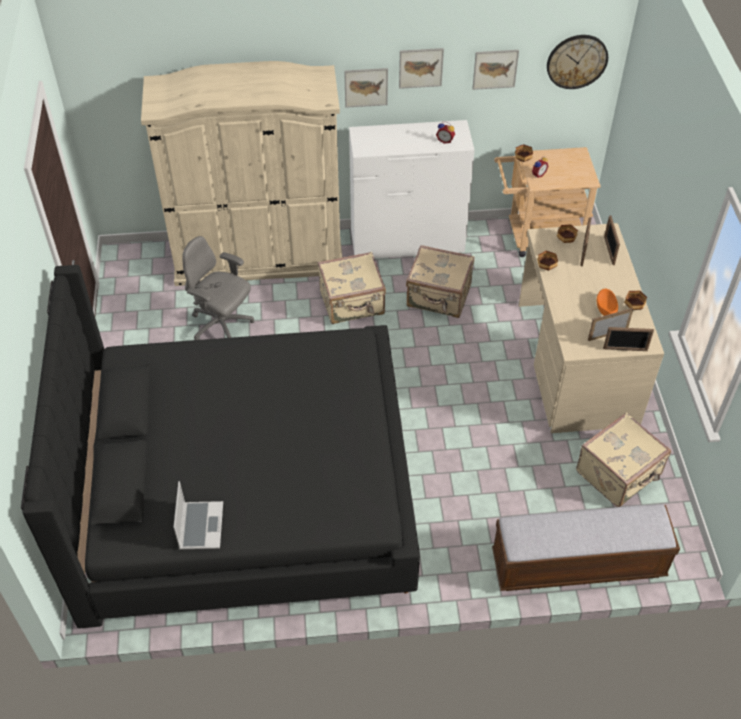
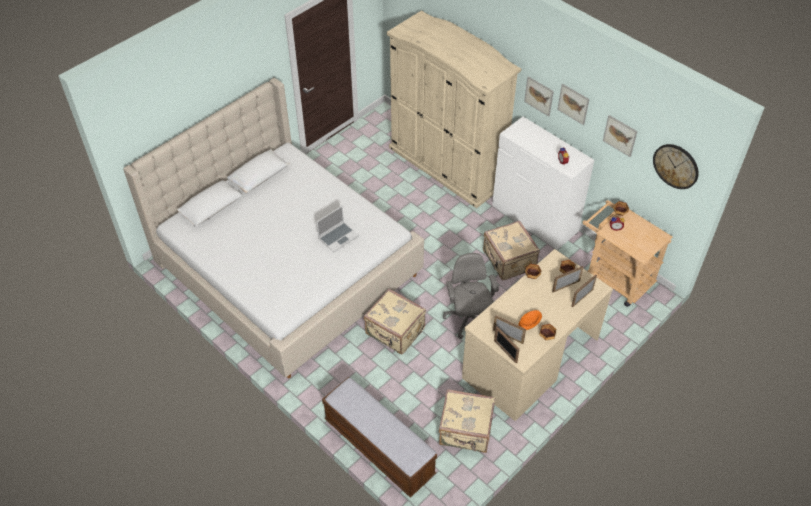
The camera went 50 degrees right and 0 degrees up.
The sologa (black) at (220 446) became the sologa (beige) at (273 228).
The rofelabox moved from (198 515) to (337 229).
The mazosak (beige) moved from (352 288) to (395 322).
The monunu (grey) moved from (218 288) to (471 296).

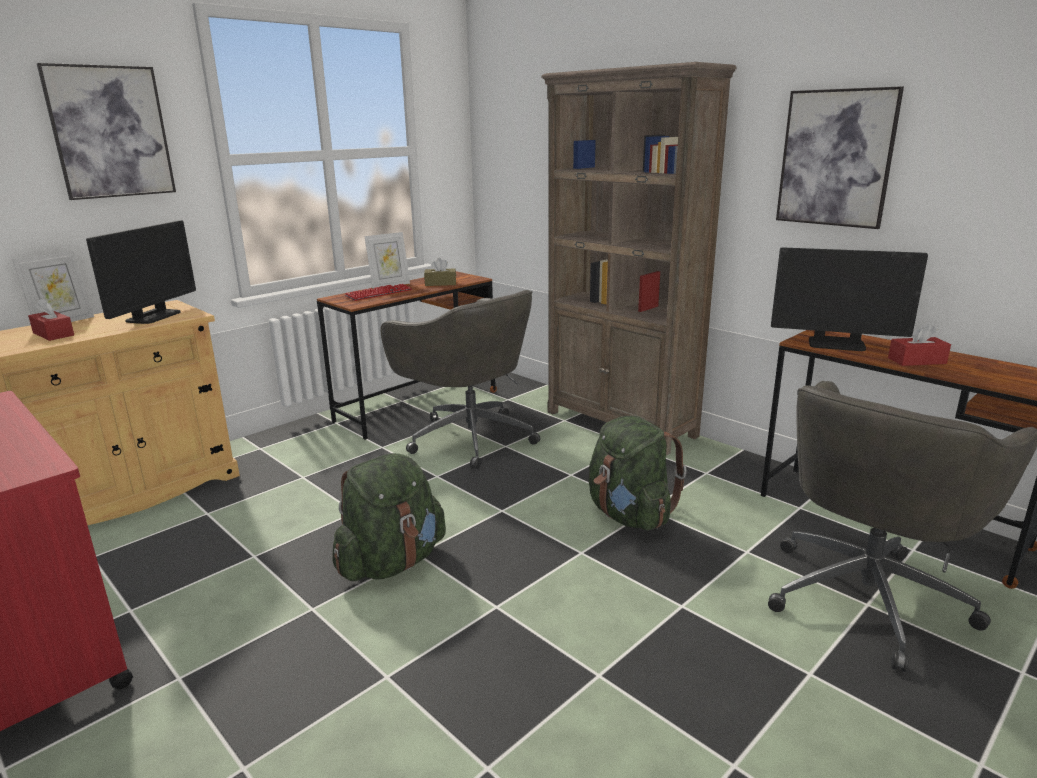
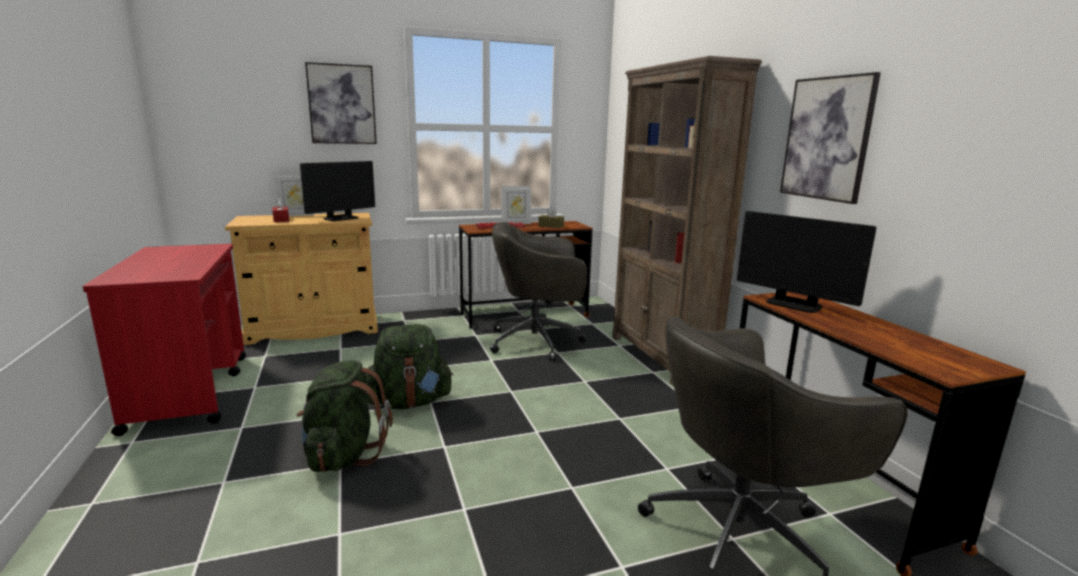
The camera went 25 degrees right and 5 degrees down.
The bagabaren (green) moved from (638 473) to (344 416).
The monunu (grey) at (460 379) turned 105 degrees clockwise.
The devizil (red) at (919 344) disappeared.

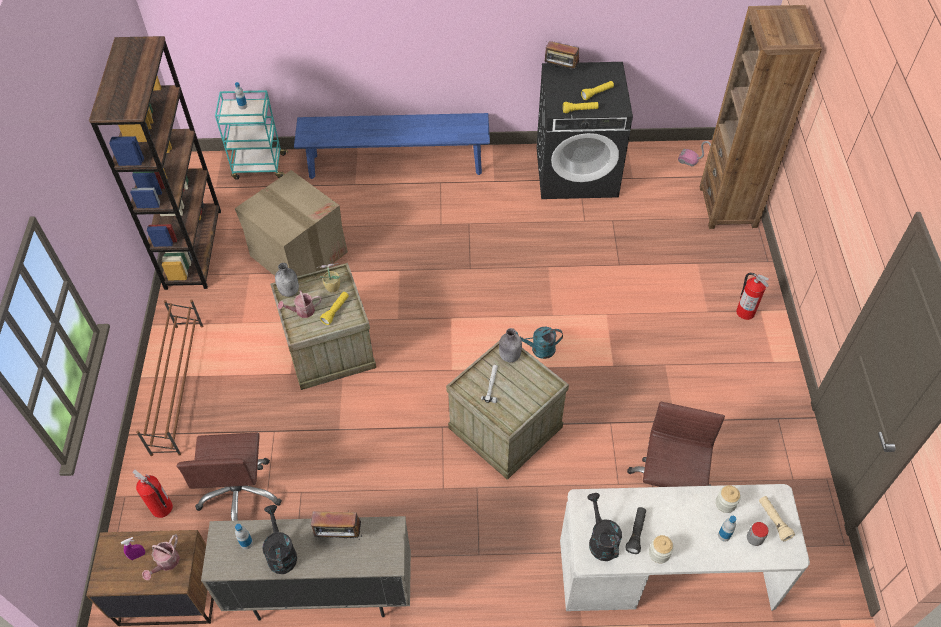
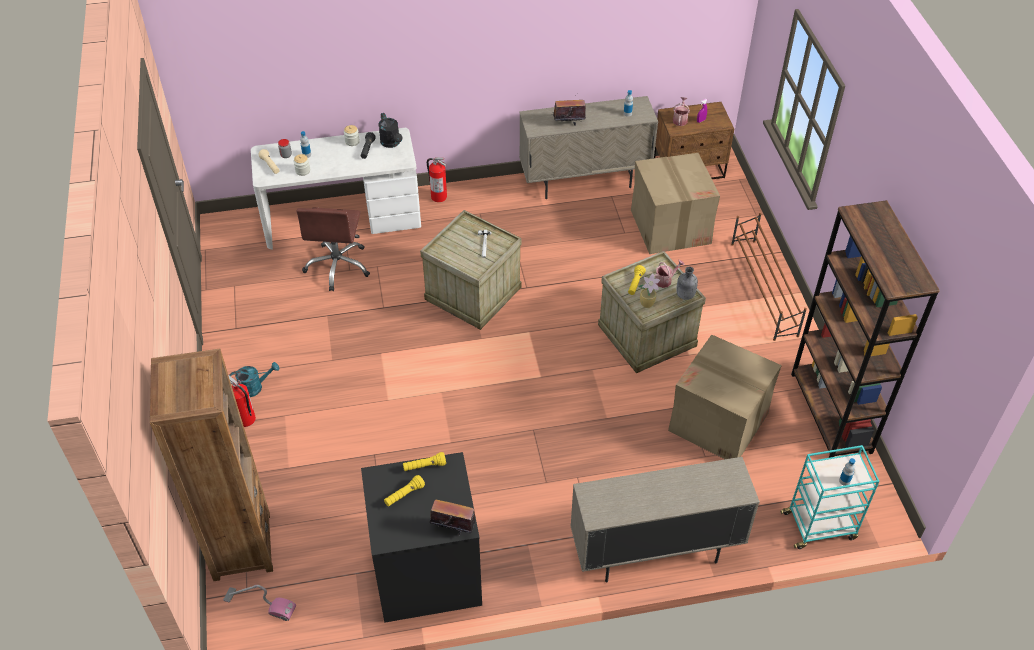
The camera went 170 degrees right and 5 degrees down.
The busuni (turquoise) moved from (539 342) to (254 379).
The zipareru moved from (152 493) to (437 179).
The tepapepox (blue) at (392 146) was replaced by the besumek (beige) at (665 519).
The monunu (brown) at (229 477) was replaced by the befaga at (675 203).
The busuni (black) at (279 539) disappeared.
The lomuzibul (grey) at (510 345) disappeared.

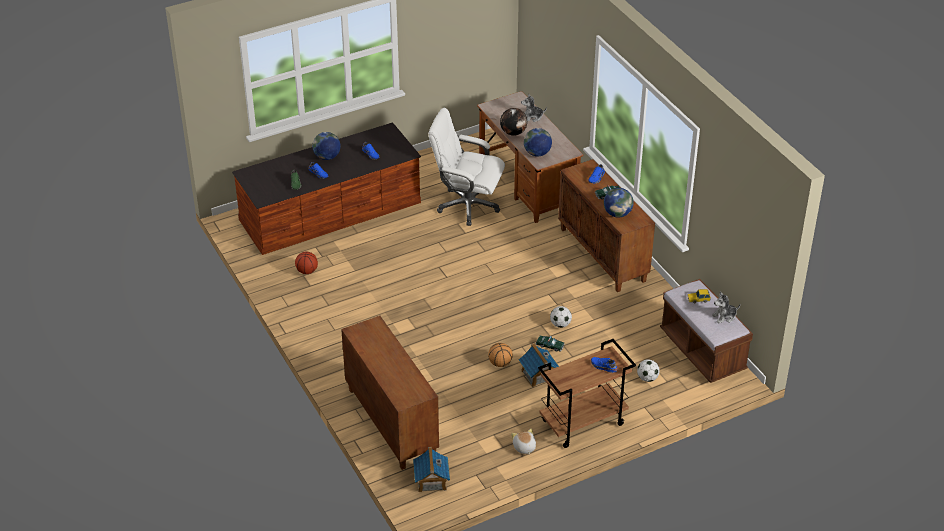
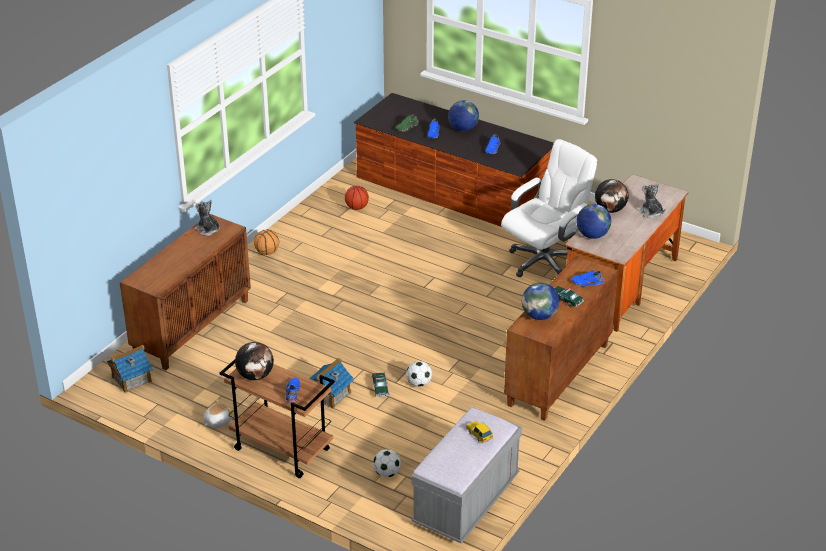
The camera went 60 degrees right and 5 degrees down.
The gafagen moved from (726 307) to (207 218).
The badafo at (254 361) appeared.
The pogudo moved from (500 355) to (266 242).
The tepapepox (brown) at (706 331) became the tepapepox (grey) at (466 475).
The monunu (white) at (466 167) turned 60 degrees clockwise.

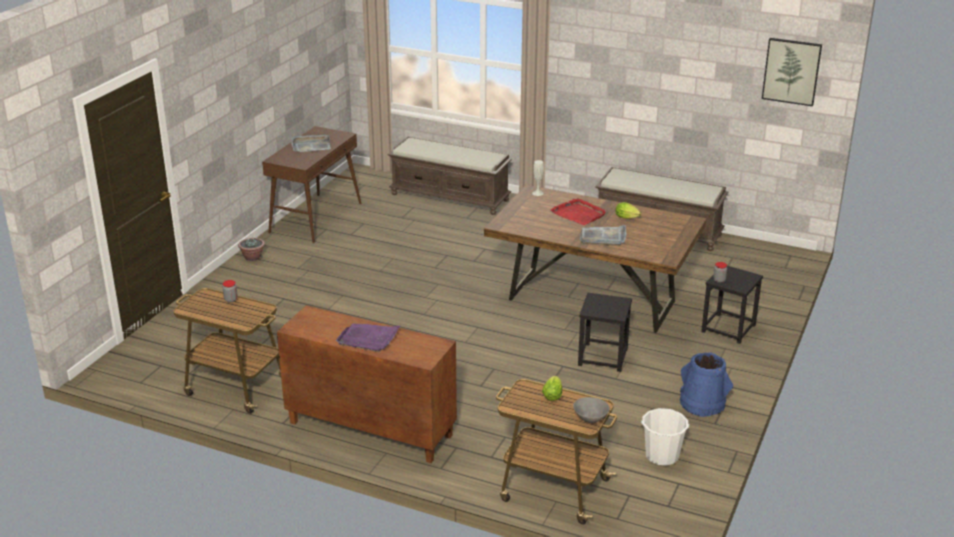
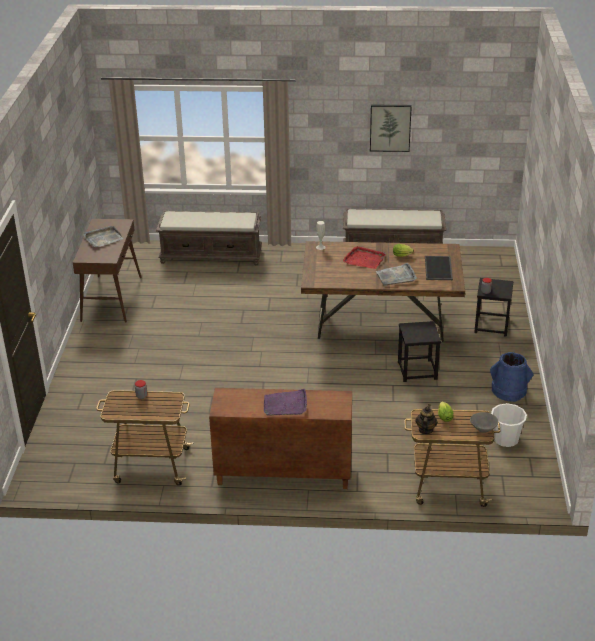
The camera went 20 degrees left and 5 degrees up.
The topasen moved from (792 72) to (391 128).
The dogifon at (426 419) appeared.
The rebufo at (439 268) appeared.
The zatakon at (251 249) disappeared.

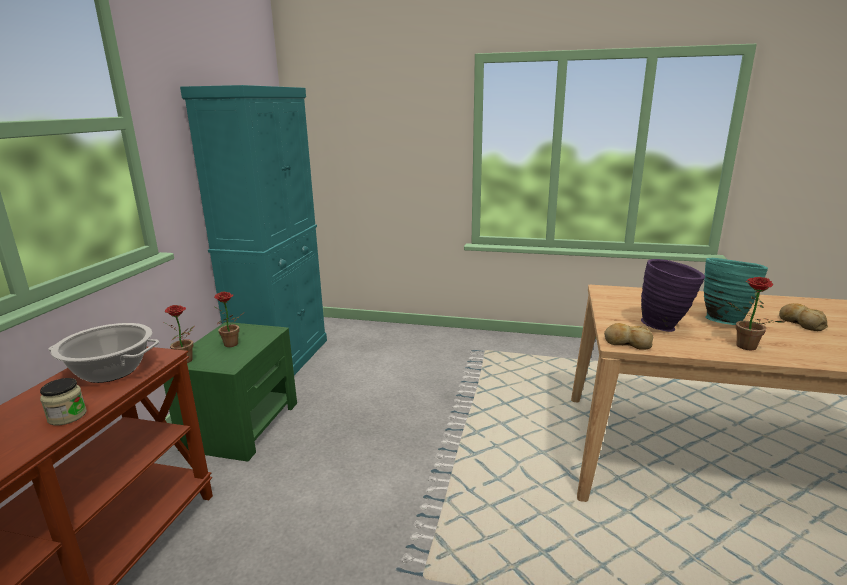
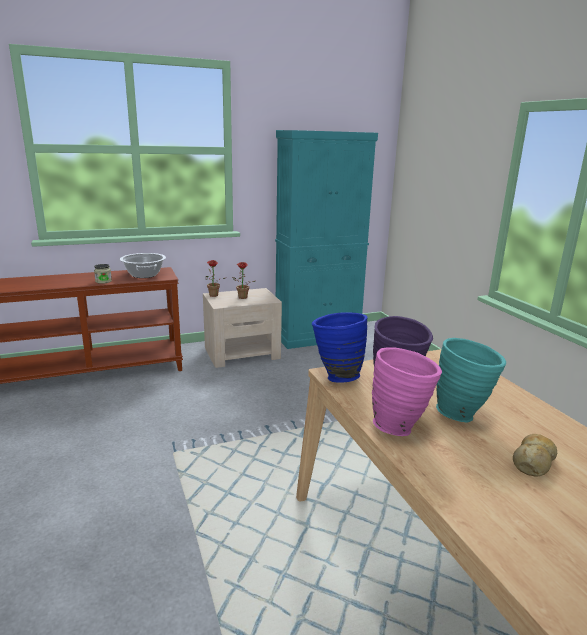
The camera went 55 degrees right and 0 degrees up.
The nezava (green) at (230 391) became the nezava (beige) at (242 328).
The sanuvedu at (628 336) was replaced by the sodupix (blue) at (339 347).
The zatakon at (755 313) was replaced by the sodupix (pink) at (407 392).

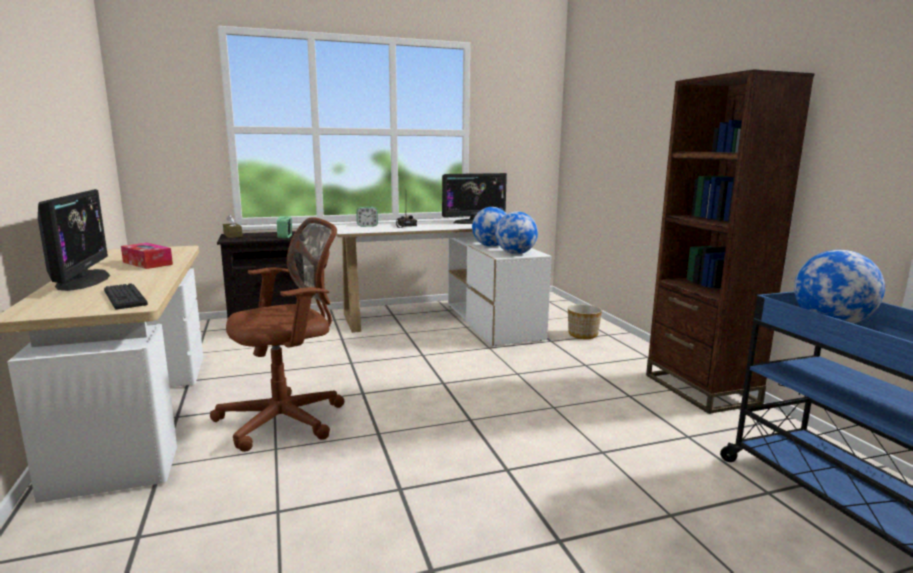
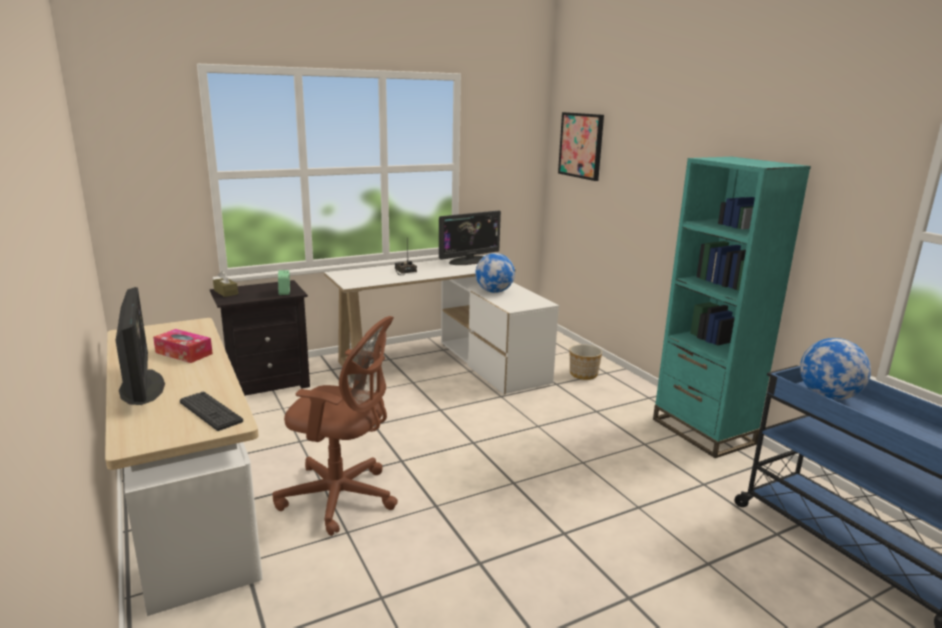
The camera went 10 degrees left and 5 degrees up.
The monunu (brown) at (277 334) turned 60 degrees clockwise.
The topasen at (581 146) appeared.
The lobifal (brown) at (730 241) became the lobifal (turquoise) at (732 307).
The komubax at (367 217) disappeared.
The badafo at (516 232) disappeared.

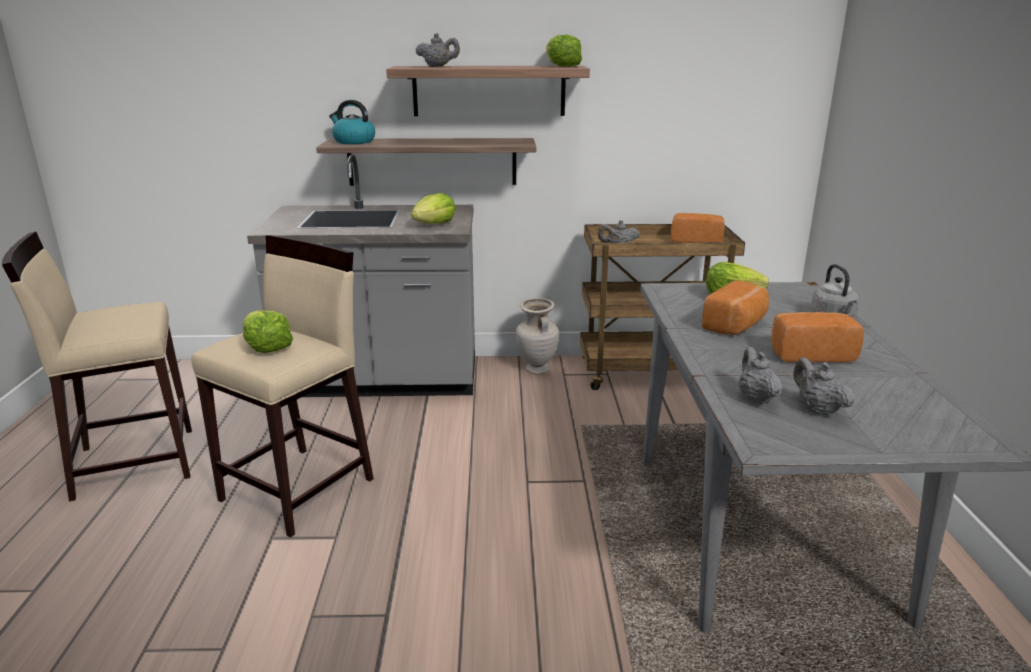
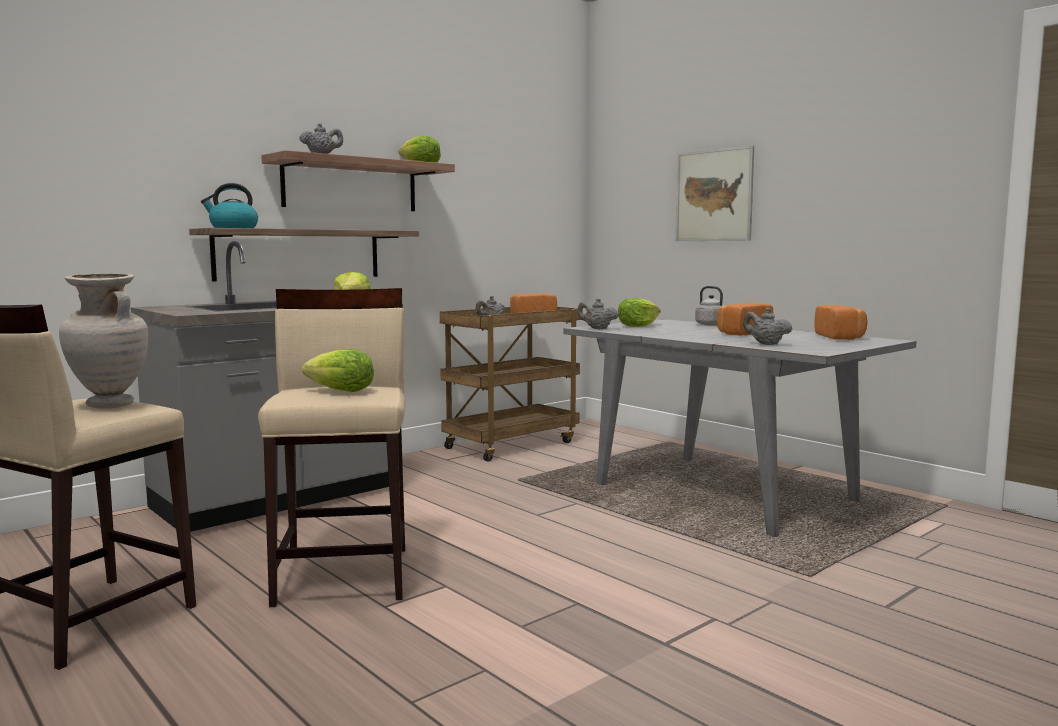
The camera went 40 degrees left and 15 degrees down.
The sodupix (beige) moved from (537 336) to (103 341).
The dogifon (grey) moved from (824 386) to (598 313).
The topasen at (714 193) appeared.
The sanuvedu moved from (735 307) to (841 322).

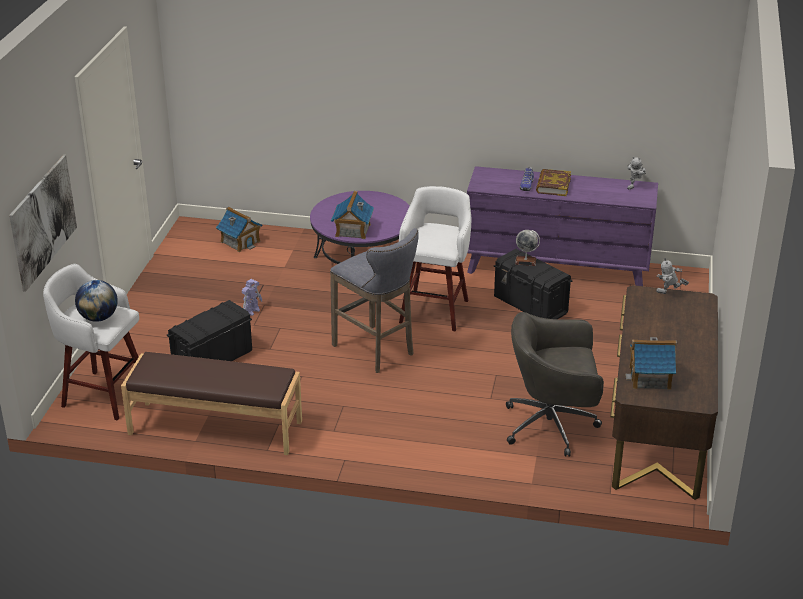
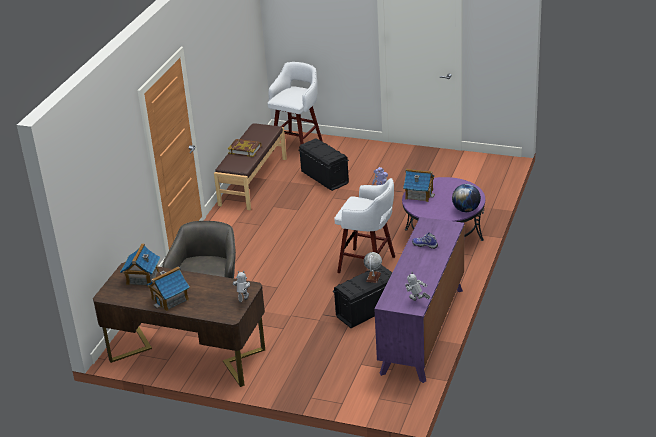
The camera went 100 degrees right and 0 degrees up.
The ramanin moved from (239 229) to (168 288).
The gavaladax moved from (553 182) to (244 148).
The badafo moved from (96 301) to (466 198).
The topasen at (43 223) disappeared.
The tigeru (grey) at (374 300) disappeared.

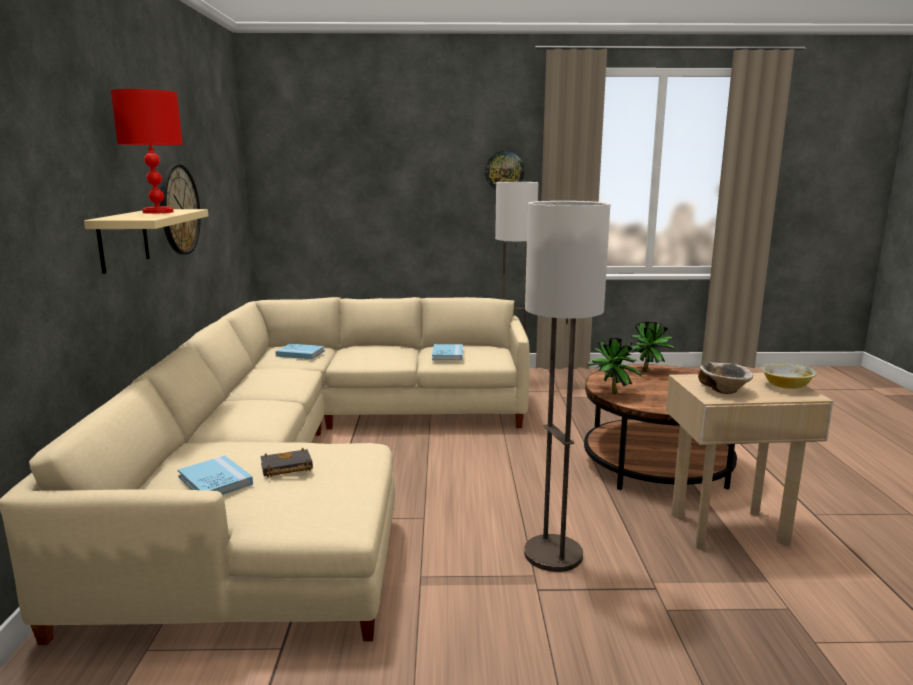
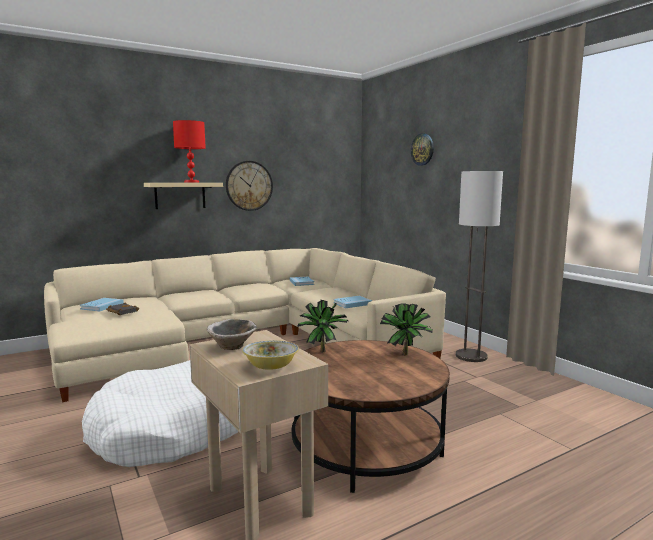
The camera went 60 degrees right and 5 degrees down.
The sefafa at (567 386) was replaced by the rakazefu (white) at (160 413).
The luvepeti moved from (504 170) to (422 149).

